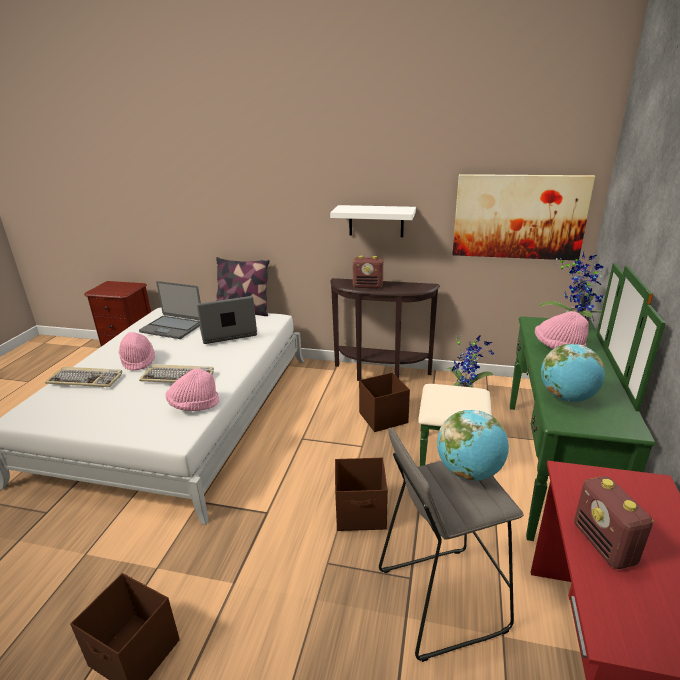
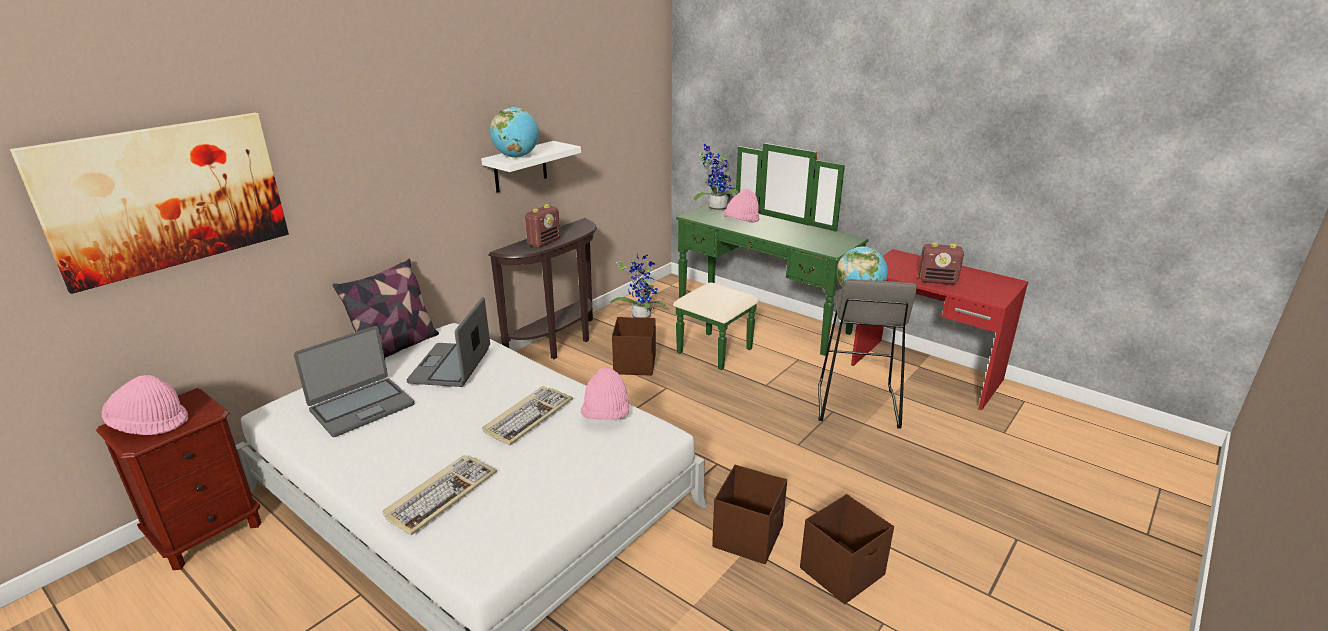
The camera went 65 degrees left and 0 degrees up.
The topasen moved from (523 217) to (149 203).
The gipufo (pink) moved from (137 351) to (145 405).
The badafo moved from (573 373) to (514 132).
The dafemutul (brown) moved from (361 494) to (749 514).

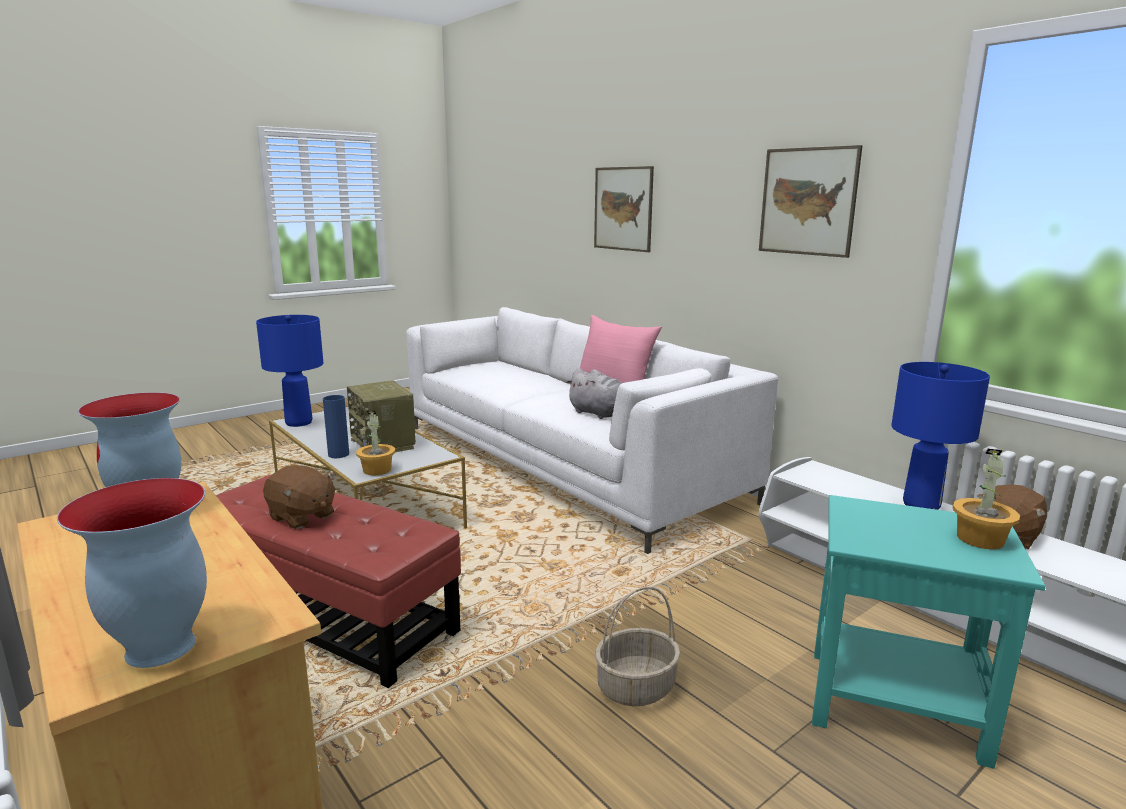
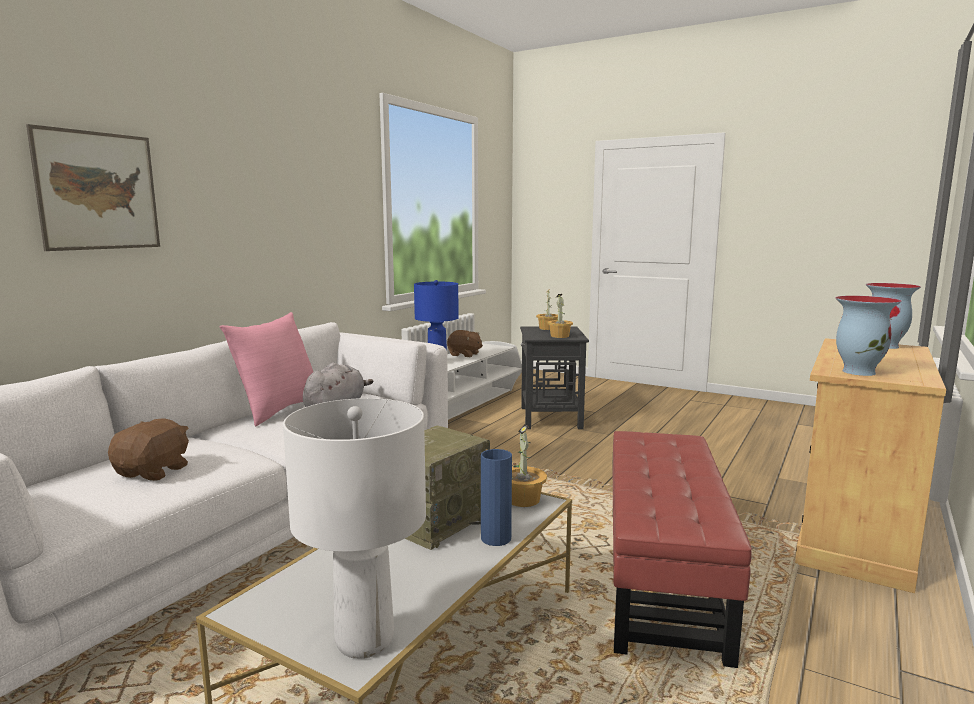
The camera went 110 degrees left and 5 degrees down.
The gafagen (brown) moved from (299 497) to (148 450).
The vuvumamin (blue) at (289 371) became the vuvumamin (white) at (354 528).
The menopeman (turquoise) at (929 632) became the menopeman (black) at (554 377).
The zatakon at (560 316) appeared.
The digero at (637 646) disappeared.
The topasen at (811 201) disappeared.

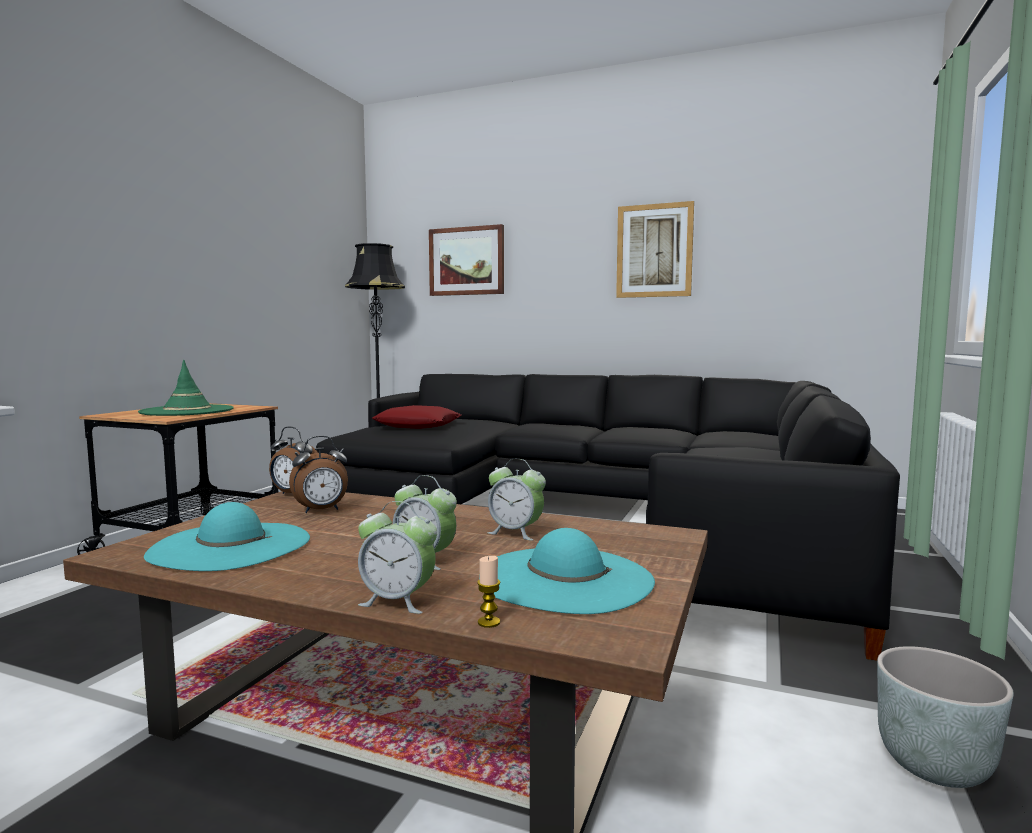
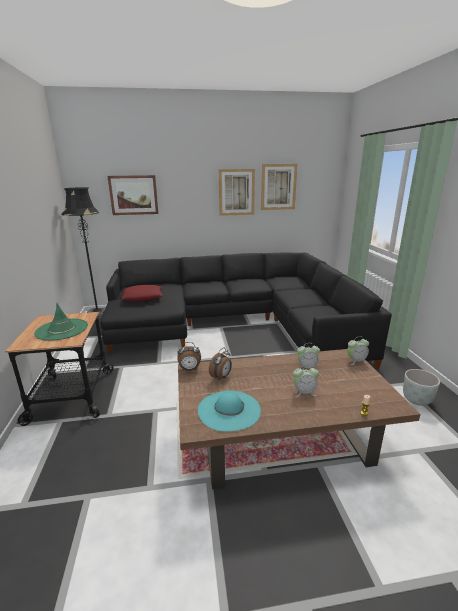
The camera went 30 degrees left and 15 degrees up.
The topasen at (279 187) appeared.
The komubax moved from (397 557) to (358 350).
The gipufo (turquoise) at (567 571) disappeared.

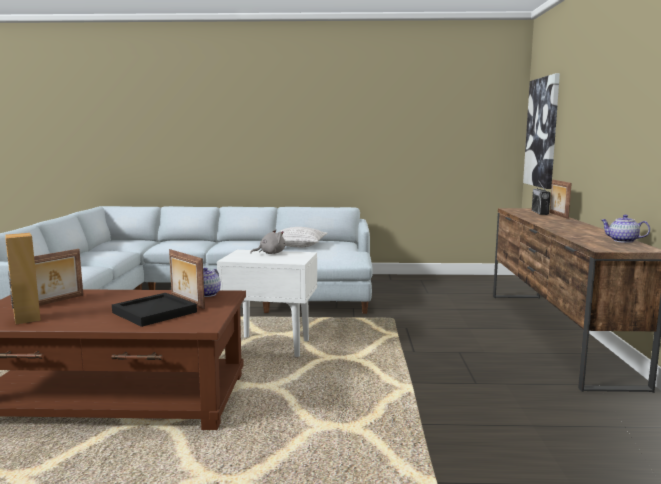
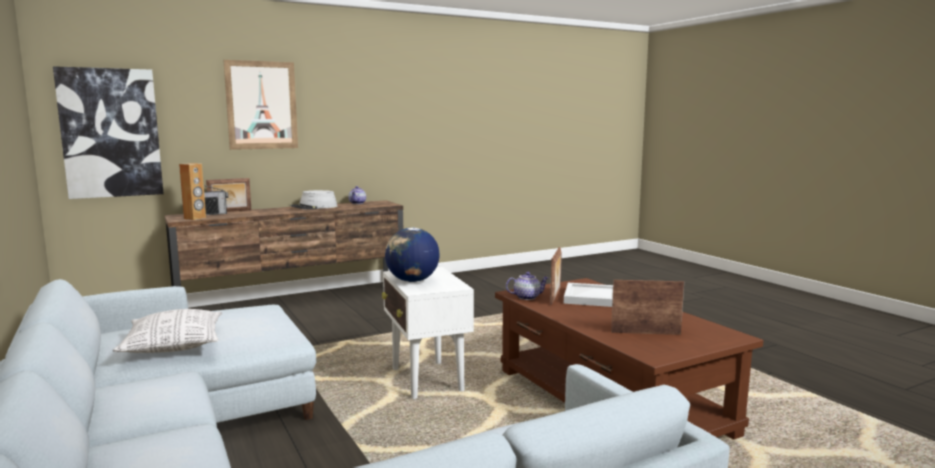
The camera went 120 degrees left and 0 degrees up.
The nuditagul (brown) moved from (23 278) to (192 191).
The topasen at (261 105) appeared.
The gipufo (grey) at (313 200) appeared.
The gafagen (grey) at (267 241) was replaced by the badafo at (412 255).
The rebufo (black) at (154 310) became the rebufo (white) at (588 295).

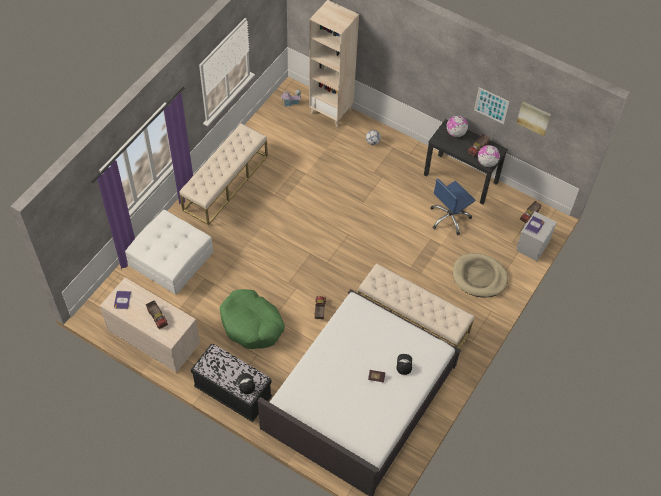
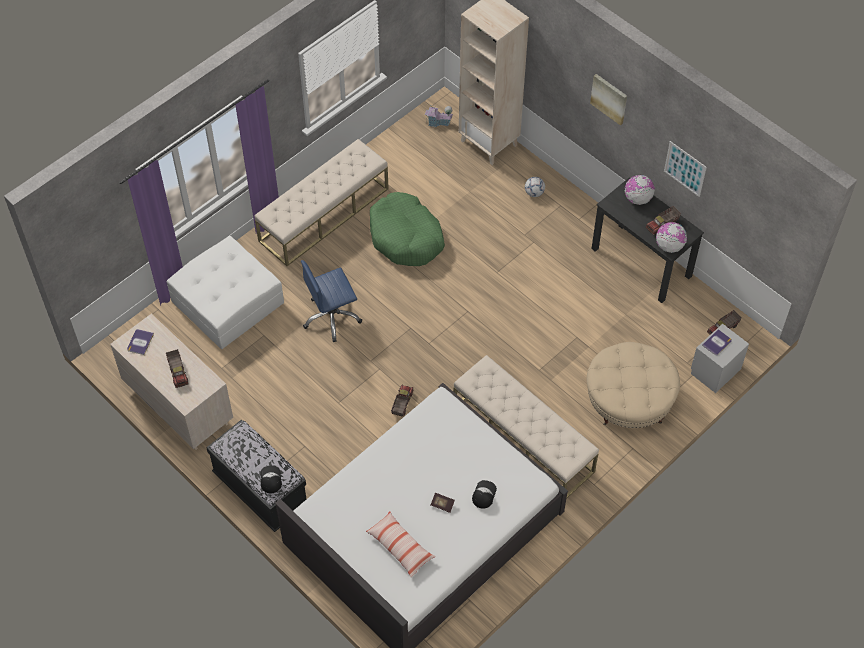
The camera went 15 degrees right and 0 degrees up.
The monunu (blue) moved from (452 207) to (331 301).
The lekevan at (401 544) appeared.
The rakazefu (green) moved from (252 319) to (407 229).
The rakazefu (beige) at (480 275) was replaced by the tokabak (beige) at (633 385).
The topasen moved from (534 118) to (608 99).

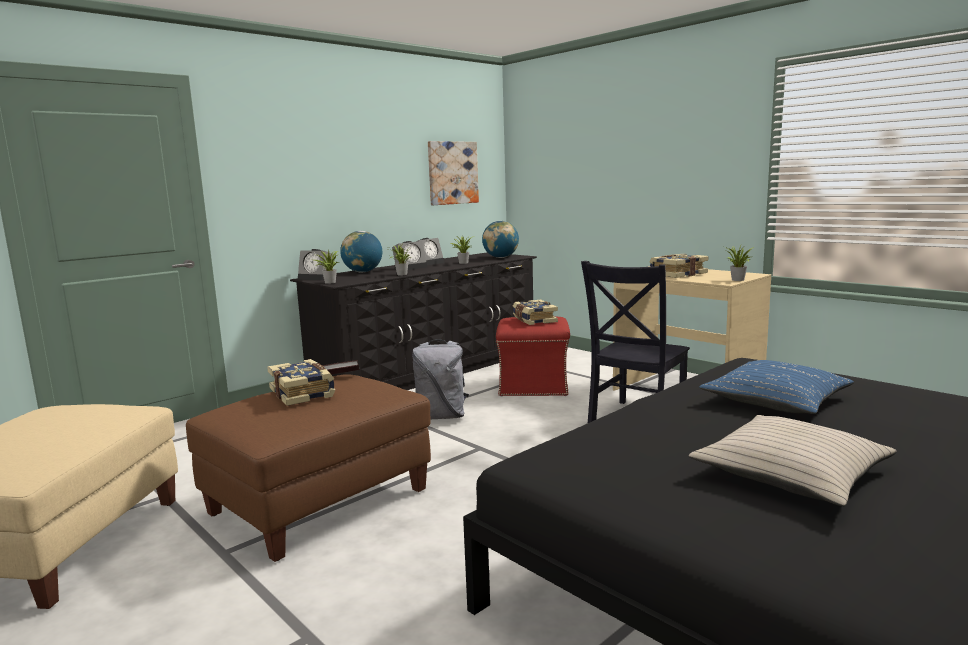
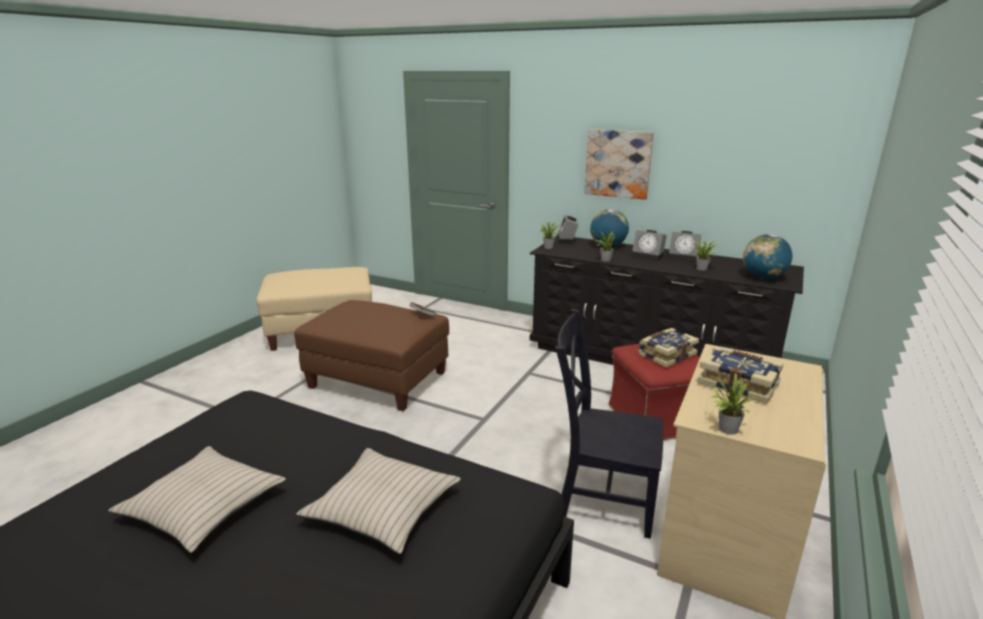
The camera went 70 degrees right and 10 degrees up.
The lekevan (blue) at (776 387) became the lekevan (beige) at (378 501).
The topasen moved from (453 173) to (619 164).
The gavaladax at (301 382) disappeared.
The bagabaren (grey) at (440 379) disappeared.

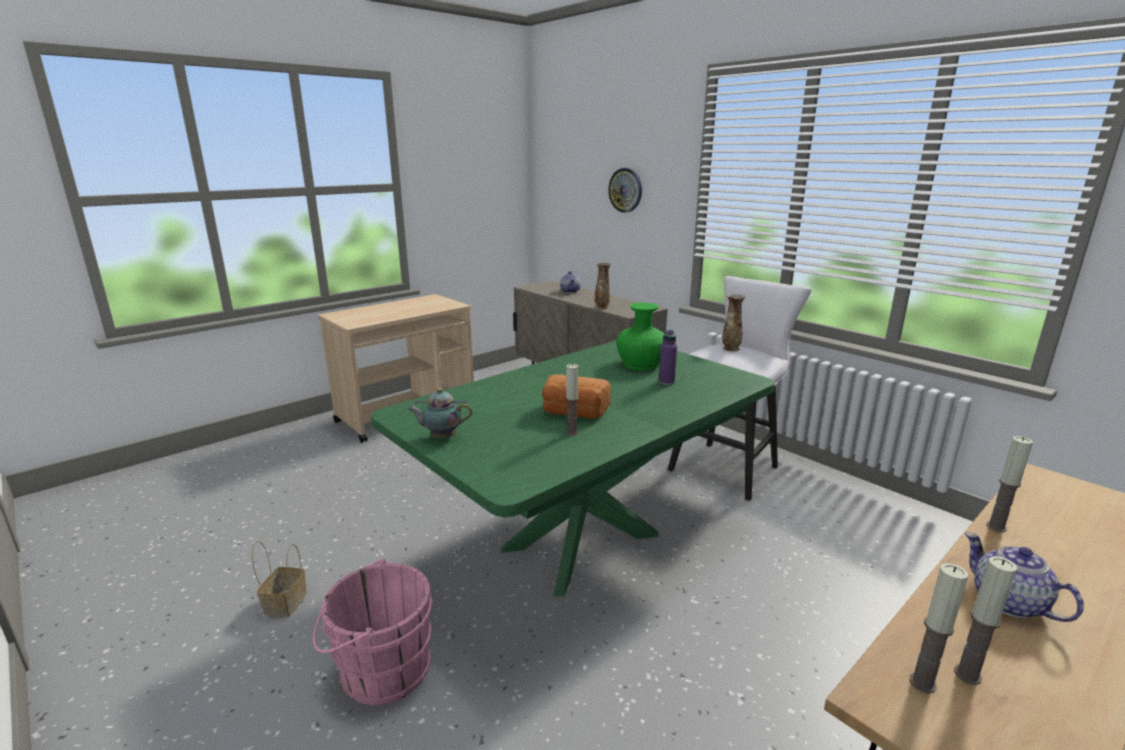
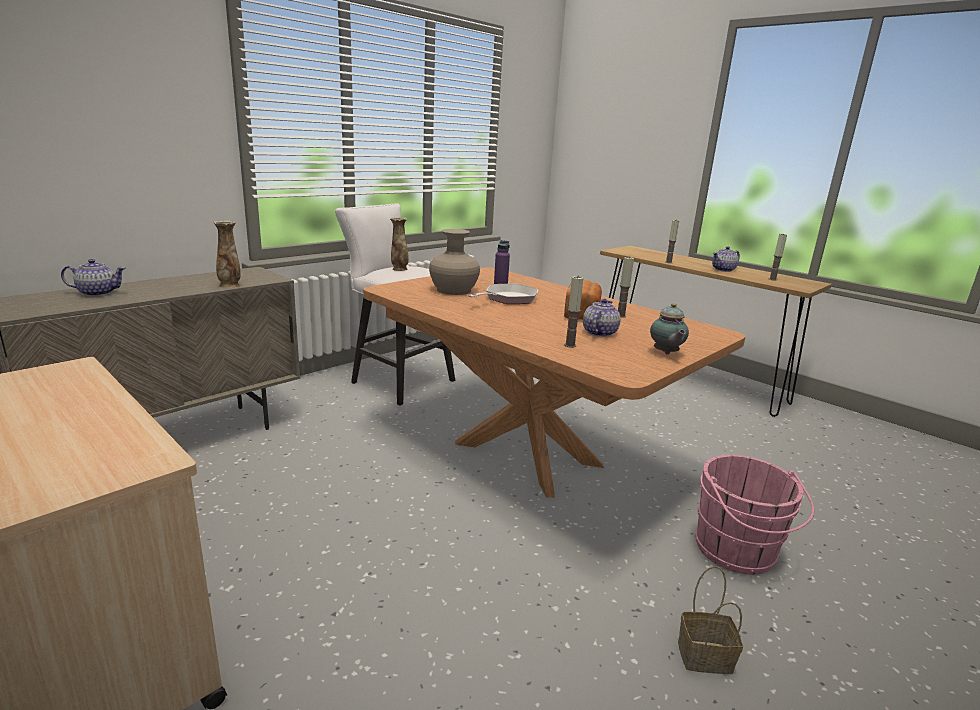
The camera went 95 degrees left and 0 degrees up.
The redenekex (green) at (573 468) became the redenekex (brown) at (554 382).
The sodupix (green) at (640 336) became the sodupix (beige) at (454 262).
The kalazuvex at (502 294) appeared.
The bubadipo moved from (939 628) to (573 311).
The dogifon at (602 318) appeared.
The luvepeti at (625 190) disappeared.

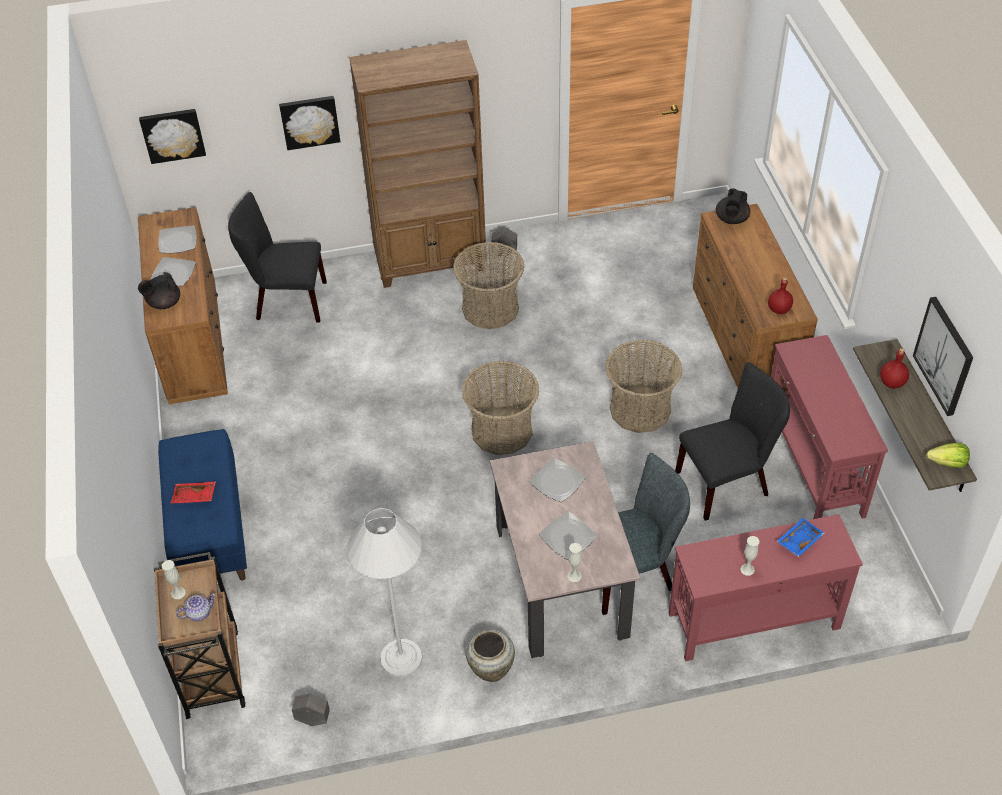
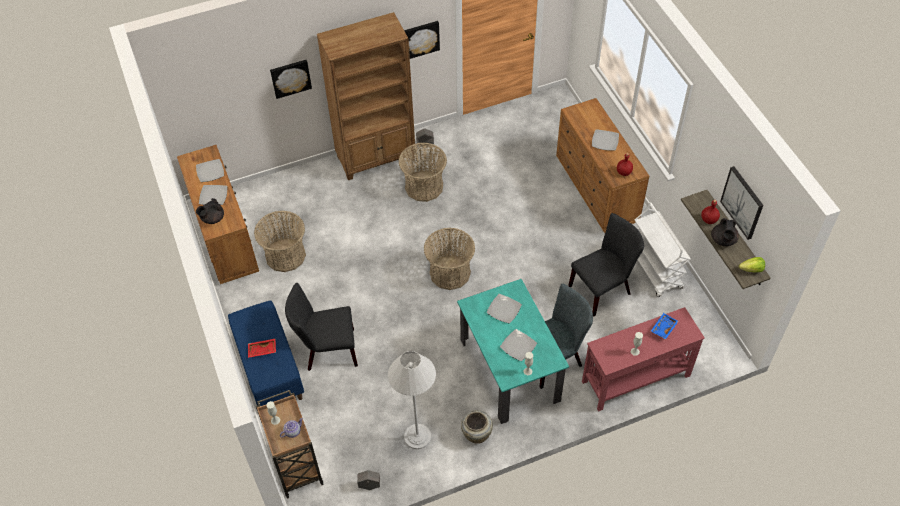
The camera went 10 degrees left and 5 degrees up.
The digero moved from (643 386) to (280 241).
The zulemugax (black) moved from (277 257) to (321 327).
The topasen moved from (172 136) to (422 40).
The redenekex (beige) at (565 549) became the redenekex (turquoise) at (513 351).
The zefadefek at (605 140) appeared.
The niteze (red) at (829 427) was replaced by the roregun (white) at (663 249).
The dogifon (black) moved from (733 206) to (725 232).

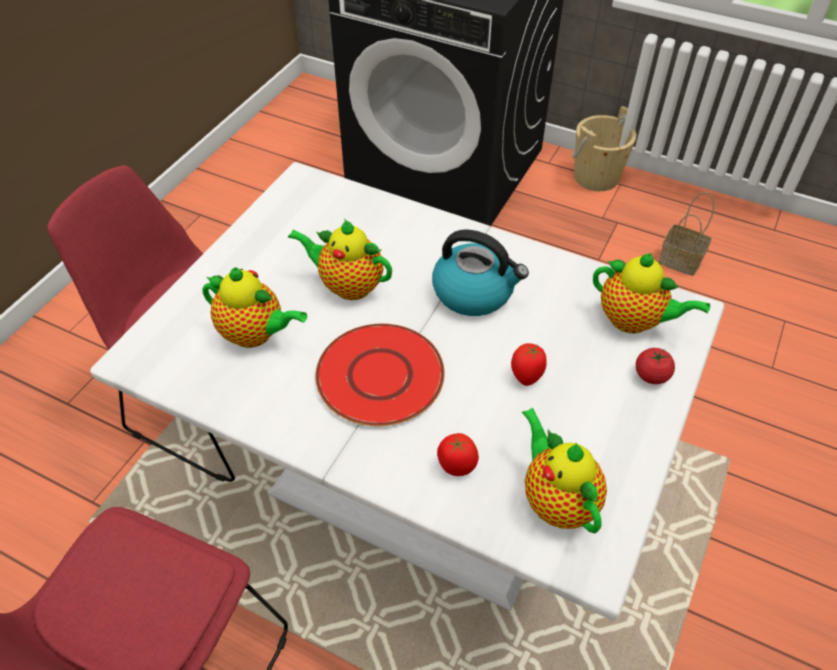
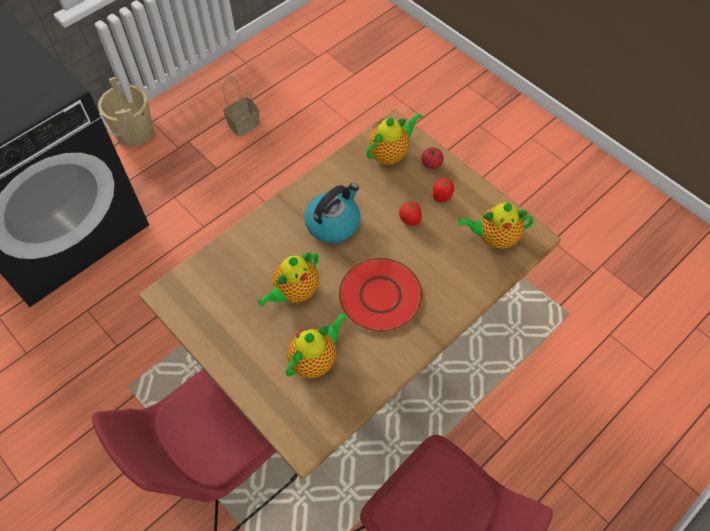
The camera went 70 degrees left and 10 degrees up.
The redenekex (white) at (407 391) became the redenekex (brown) at (350 294).
The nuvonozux moved from (458 454) to (443 190).

